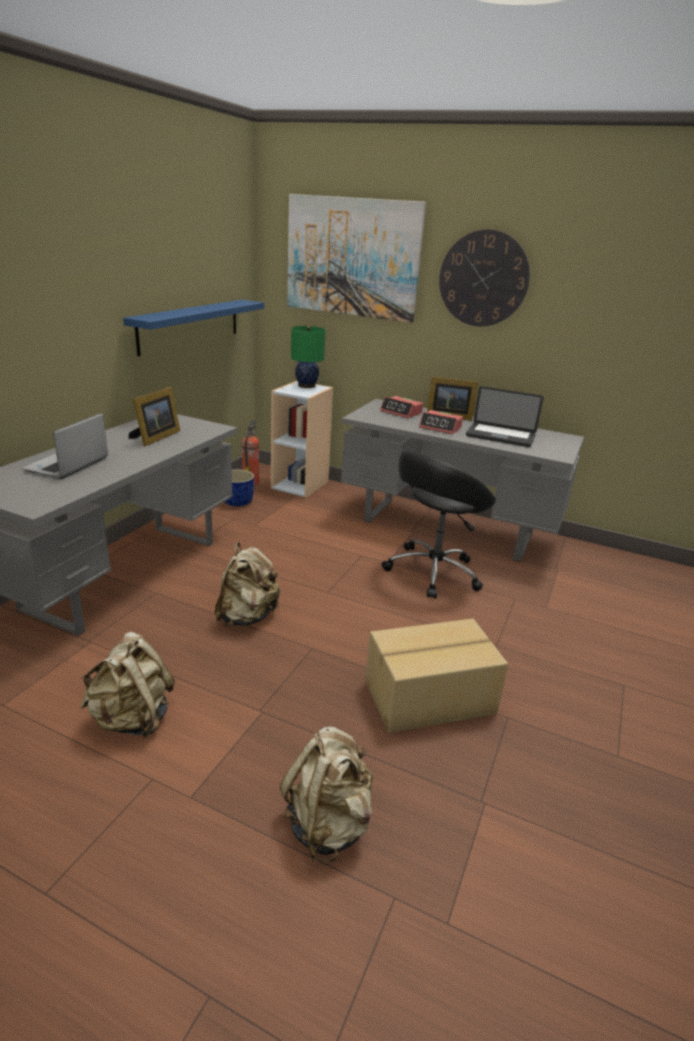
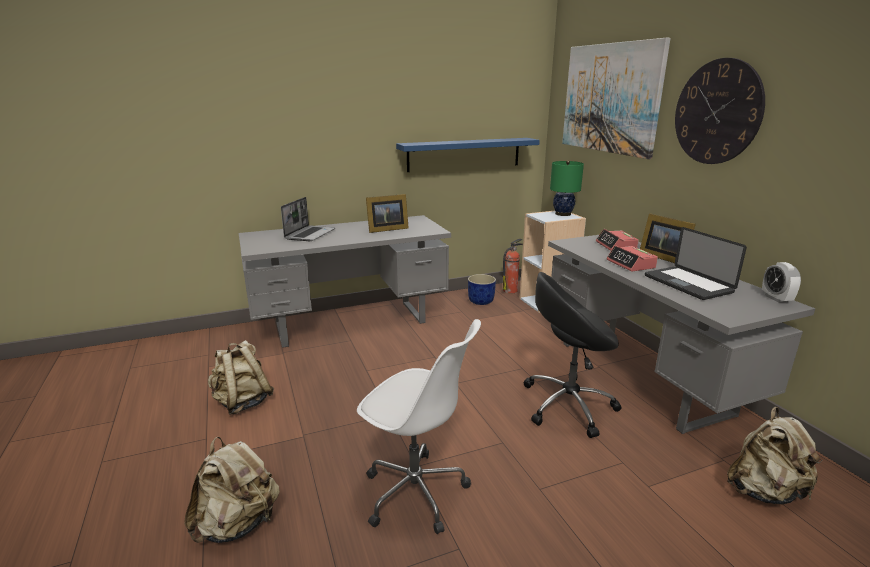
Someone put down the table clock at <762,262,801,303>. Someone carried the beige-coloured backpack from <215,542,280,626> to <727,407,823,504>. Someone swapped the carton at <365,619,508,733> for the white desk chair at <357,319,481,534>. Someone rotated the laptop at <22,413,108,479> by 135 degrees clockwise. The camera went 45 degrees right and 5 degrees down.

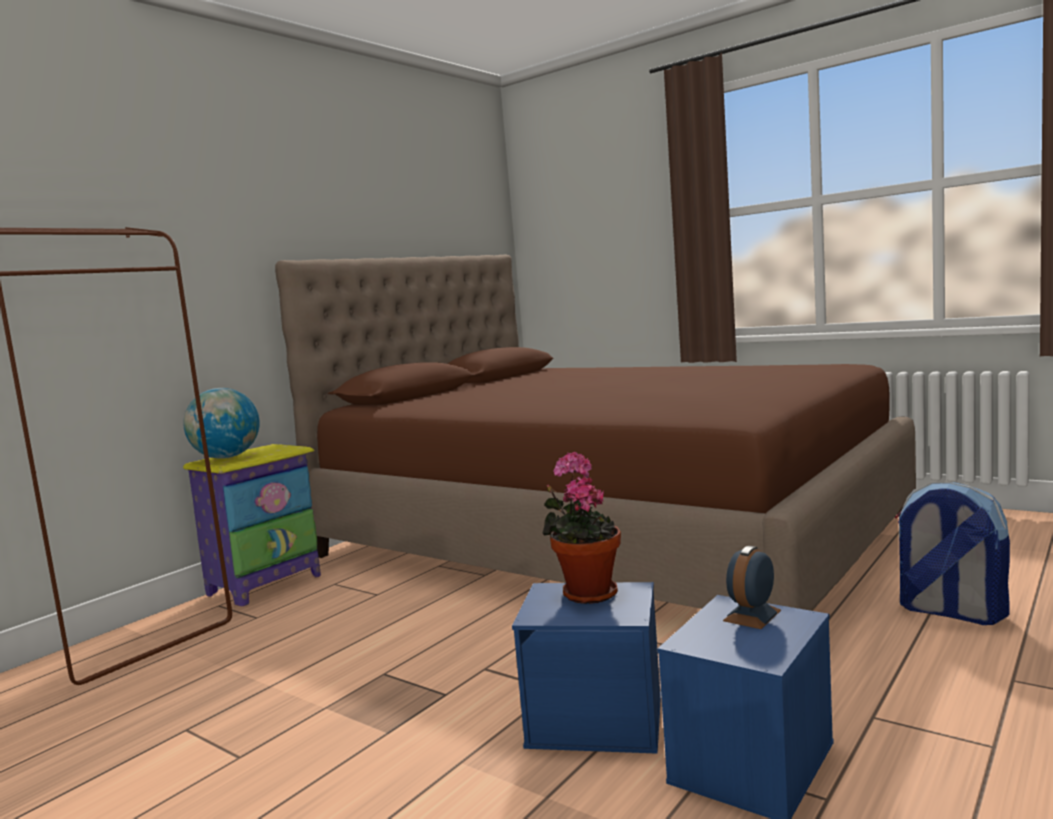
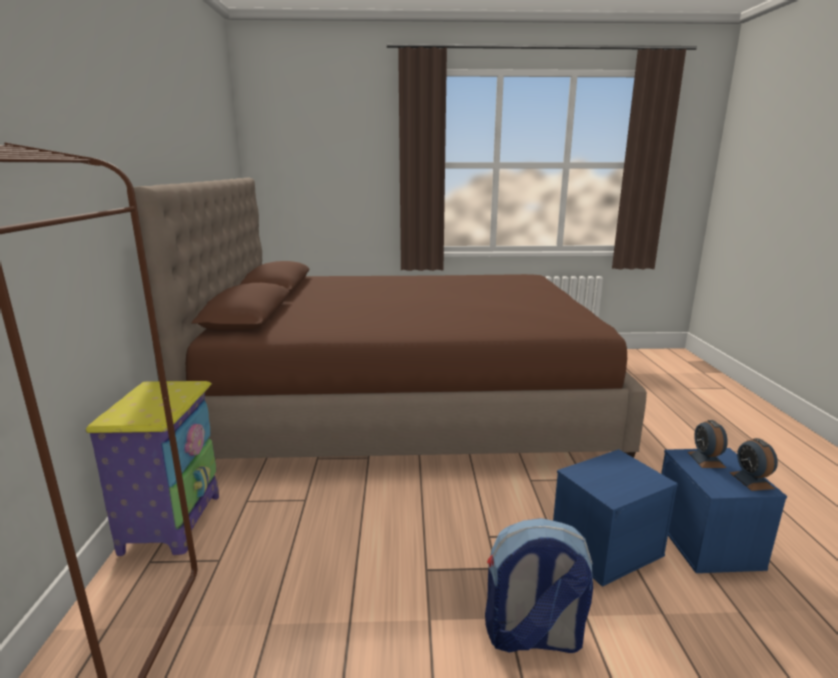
Someone took away the globe at <183,388,260,459>. Someone took away the houseplant at <542,452,621,604>. Someone put down the table clock at <730,438,778,491>. Someone carried the backpack from <895,482,1010,625> to <485,518,593,653>. The camera went 40 degrees left and 10 degrees up.

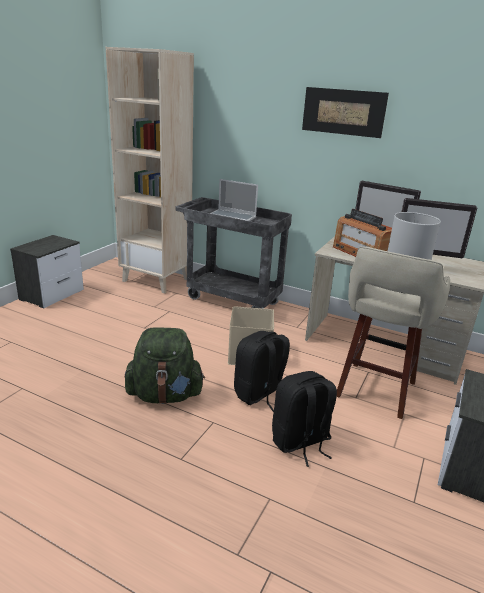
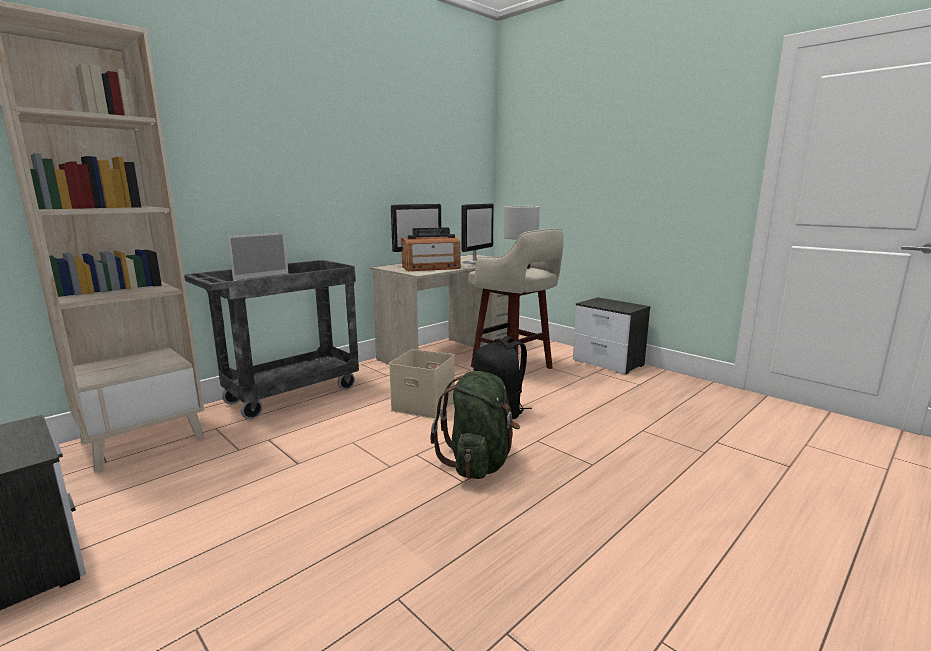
Someone took away the black-coloured backpack at <272,371,337,467>. Someone took away the wall art at <302,87,389,138>. The camera went 70 degrees left and 10 degrees down.

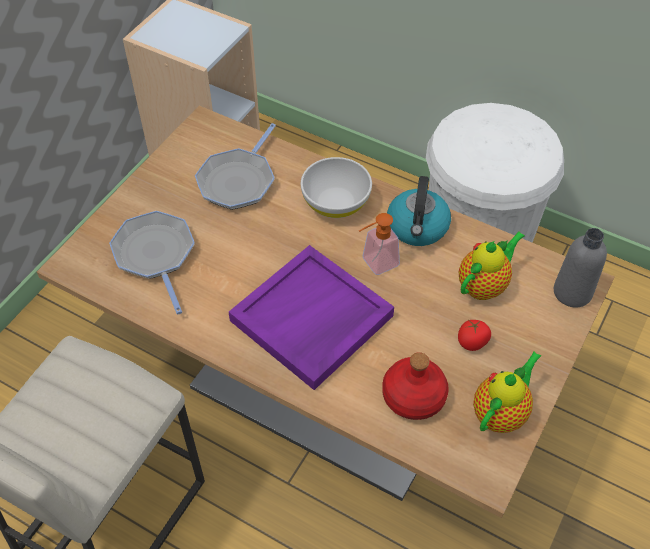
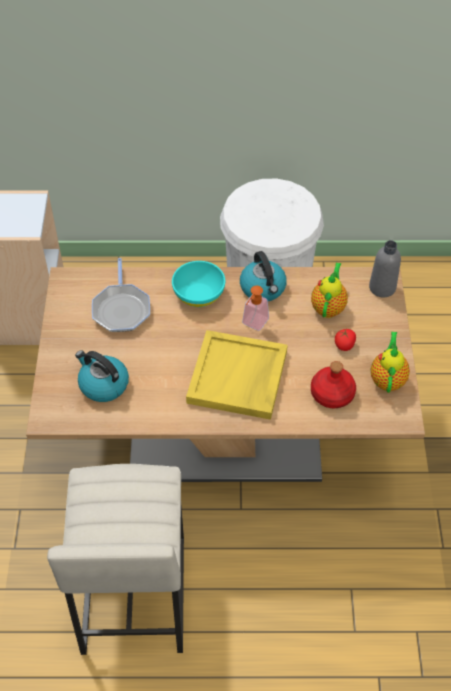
Someone swapped the pan at <109,211,195,314> for the water kettle at <75,350,129,402>. Someone repainted the purple tray at <229,245,394,390>, which became the yellow tray at <186,330,288,420>. Someone repainted the white serving bowl at <301,157,372,218>, which became the turquoise serving bowl at <172,261,225,307>. The camera went 30 degrees left and 0 degrees up.

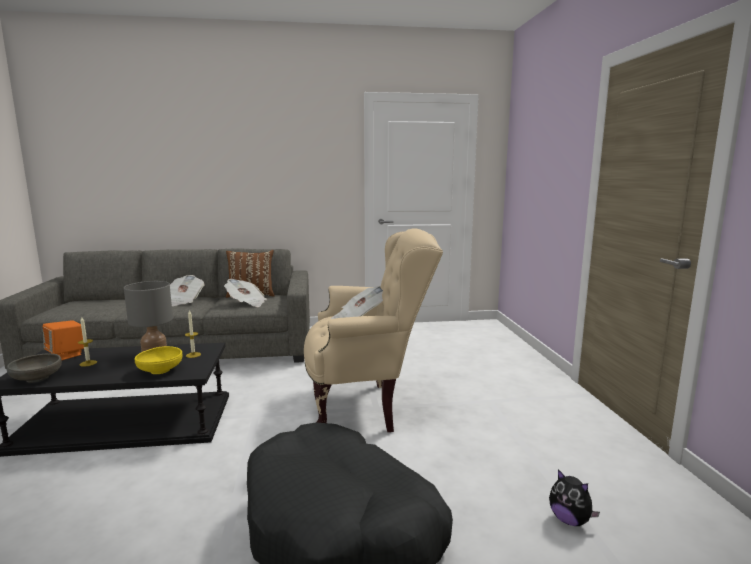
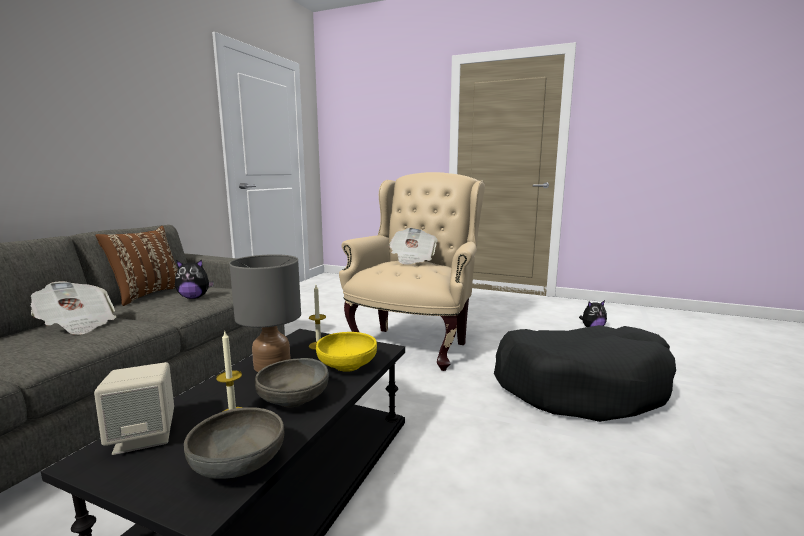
Someone put down the grey serving bowl at <255,358,329,407>. Someone swapped the newspaper at <224,279,267,307> for the cuddly toy at <175,259,214,299>. Someone repainted the orange-coloured speaker at <43,320,84,360>, which became the beige-coloured speaker at <94,362,174,455>. The camera went 60 degrees left and 0 degrees up.

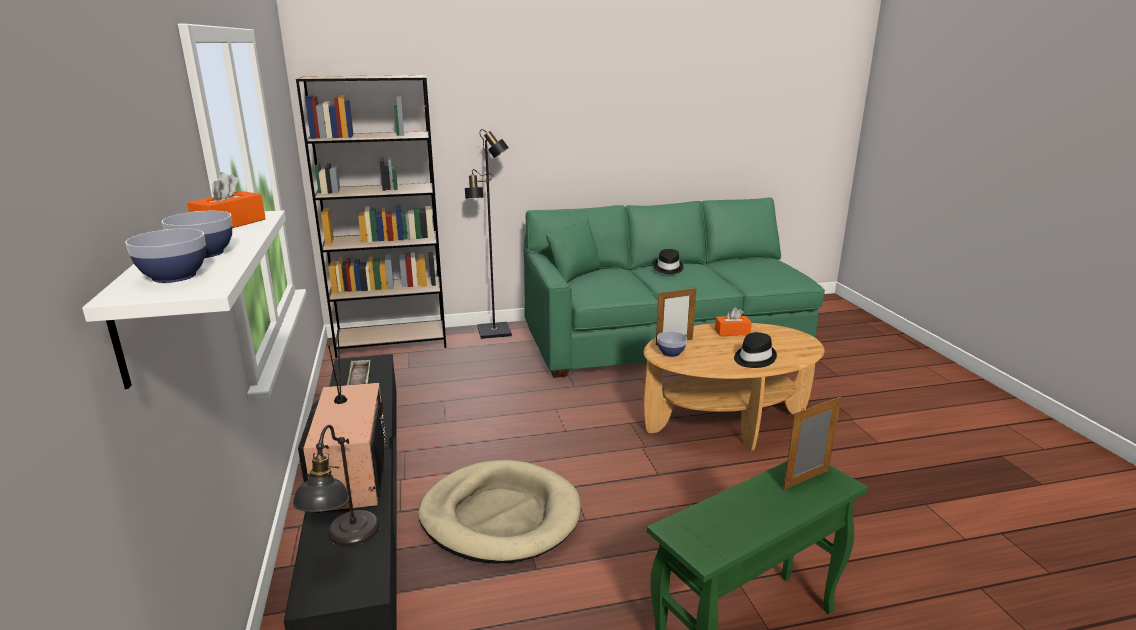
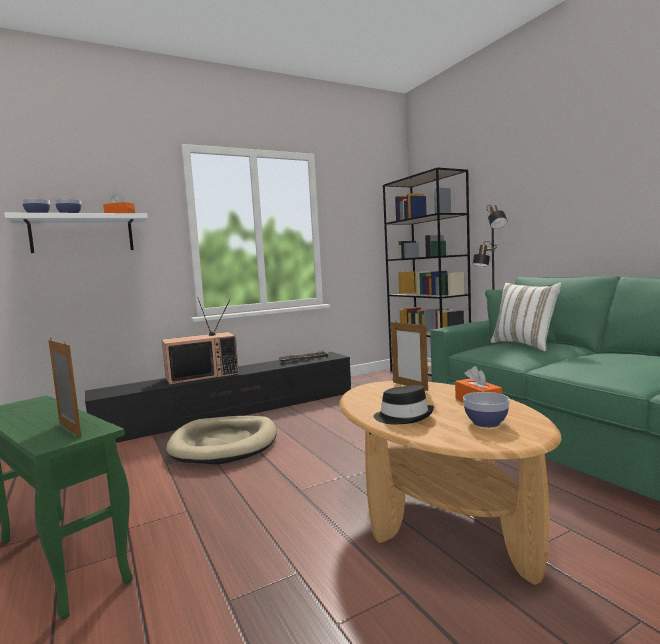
Someone took away the grey lamp for a table at <293,425,380,546>. Someone took away the black-coloured clothing hat at <654,249,683,274>. Someone put down the white throw pillow at <490,283,562,351>. Someone carried the serving bowl from <657,331,687,357> to <463,392,509,428>. The camera went 75 degrees right and 15 degrees down.

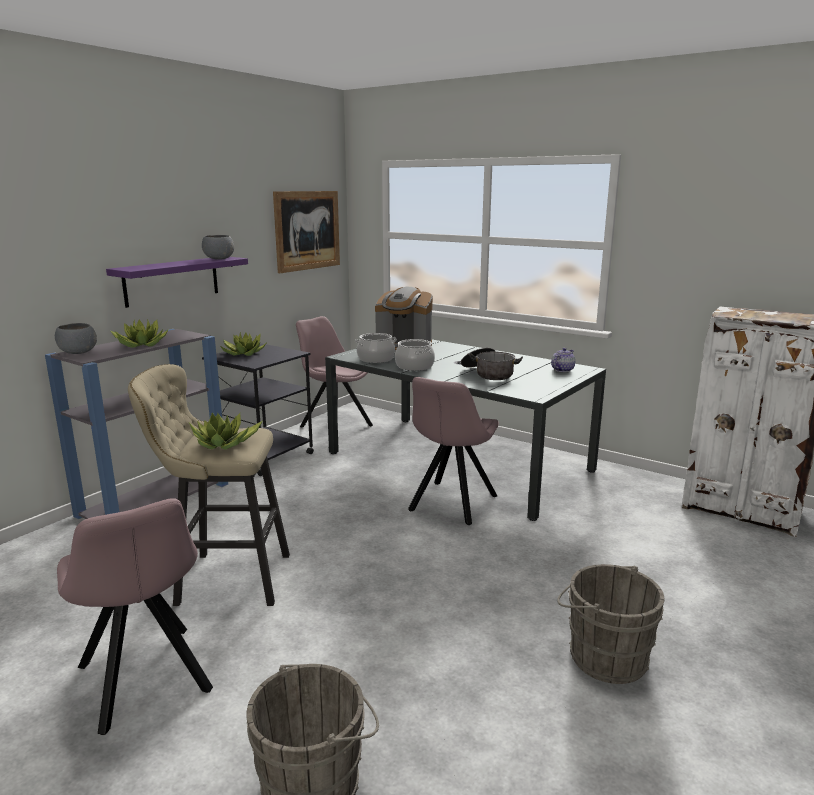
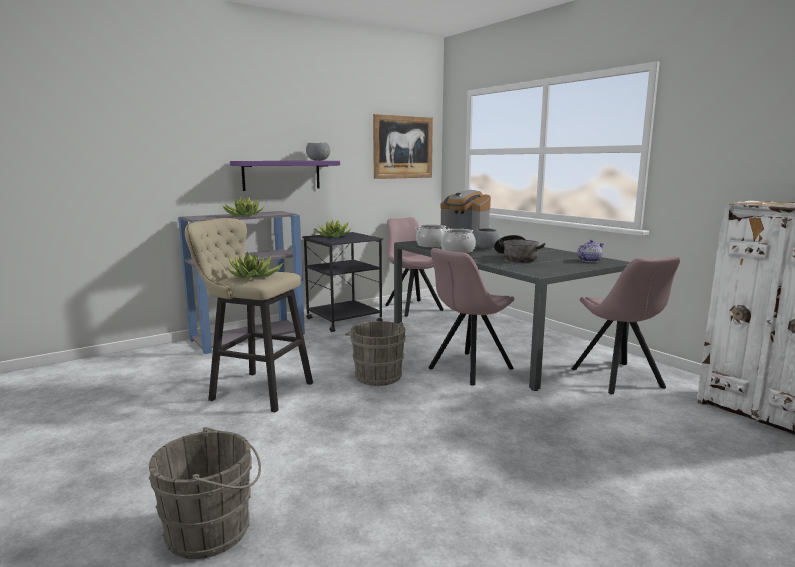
Someone carried the grey serving bowl from <55,323,97,354> to <474,228,500,249>. Someone carried the pinkish chair from <57,498,213,735> to <572,256,680,394>. Someone carried the grey bucket from <557,564,664,684> to <345,321,406,386>. The camera went 20 degrees right and 5 degrees down.

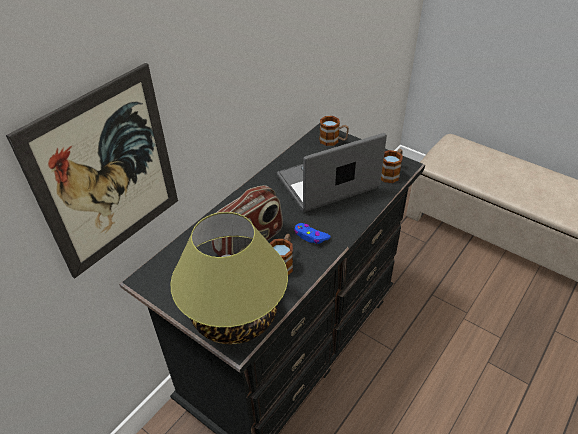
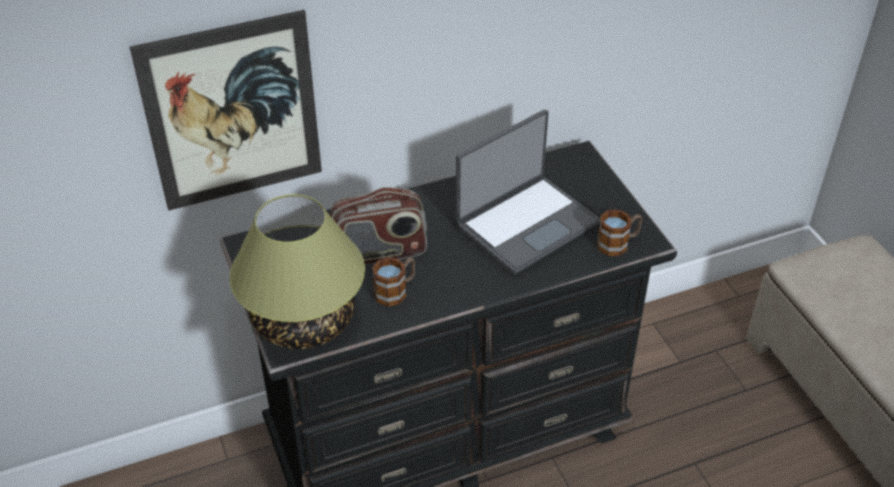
Someone took away the bluish game controller at <294,223,331,244>. Someone took away the tea mug at <319,116,349,146>. Someone rotated the laptop at <277,133,387,212> by 135 degrees clockwise. The camera went 30 degrees right and 0 degrees up.

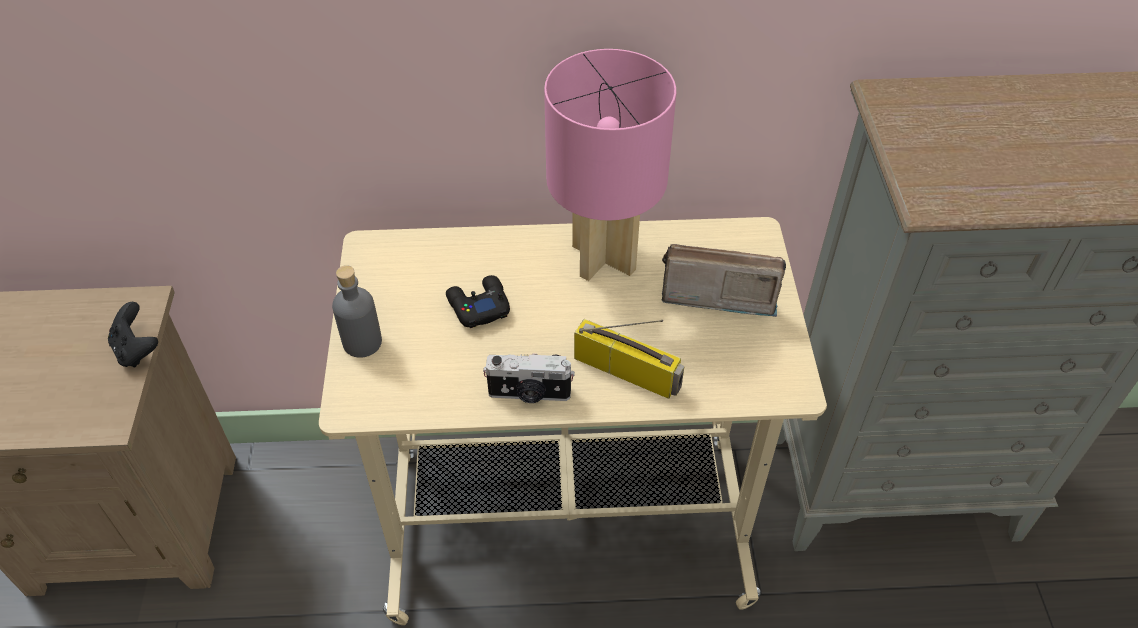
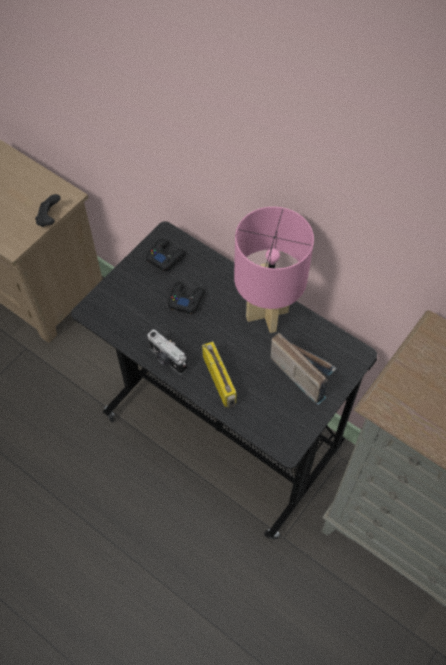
Someone took away the grey bottle at <332,265,382,358>. Someone put down the black-coloured game controller at <146,239,186,271>. Someone repainted the beige-coloured desk unit at <319,217,827,625>, which became the black-coloured desk unit at <71,221,377,539>. The camera went 40 degrees right and 10 degrees up.

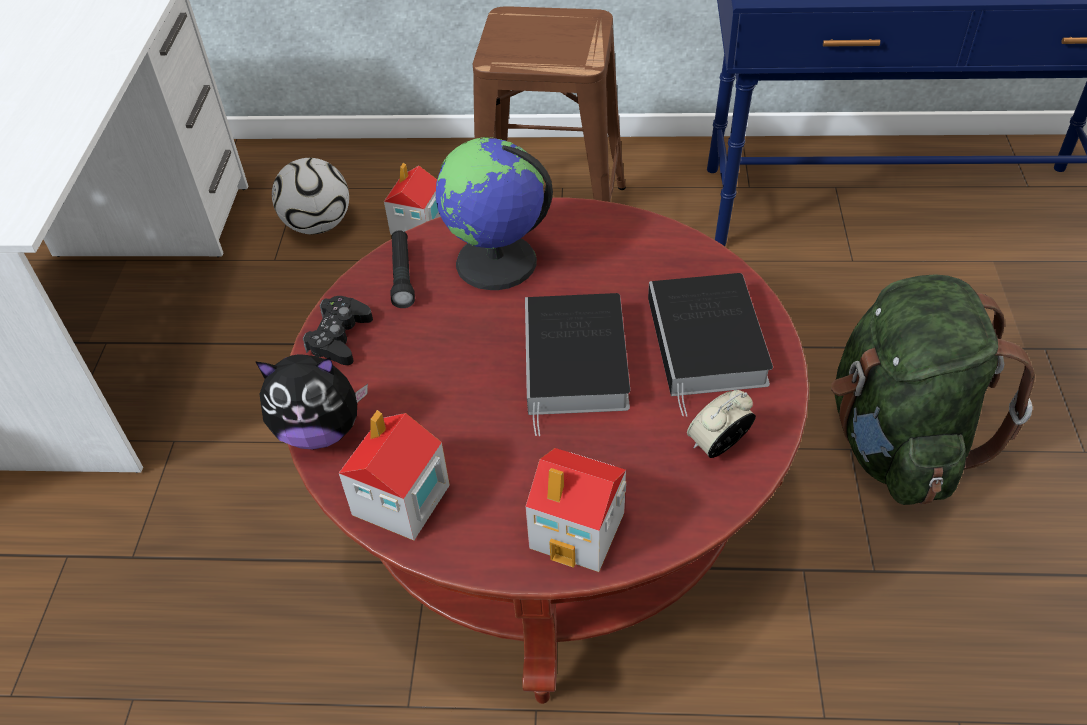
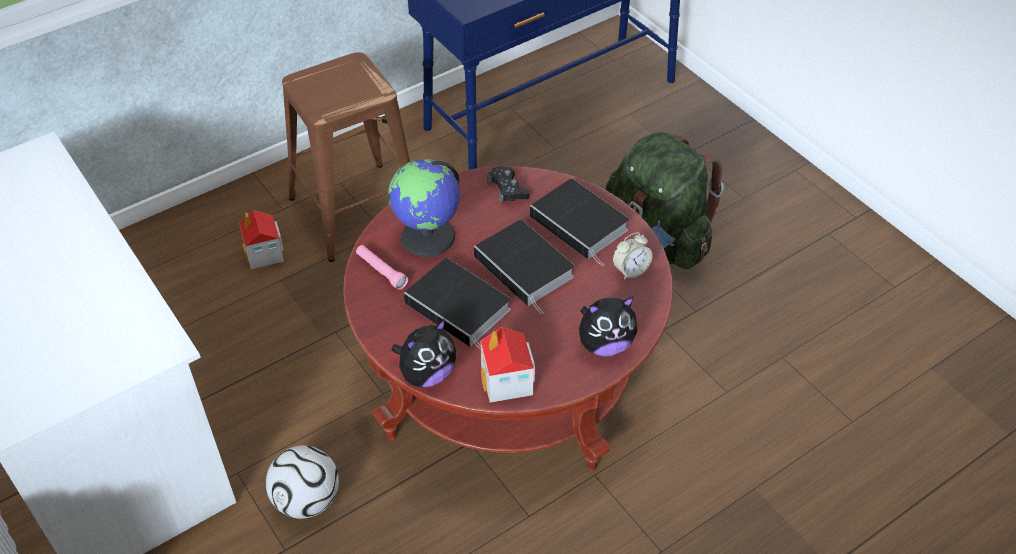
Someone put down the bound book at <404,258,511,349>. Someone carried the football from <272,158,349,234> to <266,445,339,519>. Someone carried the black-coloured game controller from <303,296,373,365> to <487,166,530,204>. Someone swapped the toy house at <525,448,626,572> for the cuddly toy at <579,296,637,357>. Someone repainted the black-coloured hand torch at <391,230,415,308>, which became the pinkish hand torch at <356,245,408,290>. Someone rotated the table clock at <687,390,756,458> by 135 degrees counterclockwise. The camera went 40 degrees left and 0 degrees up.

